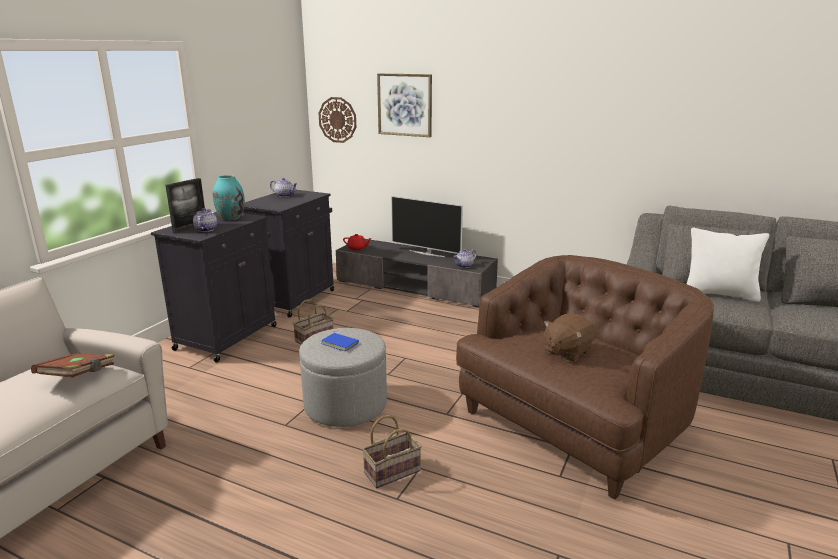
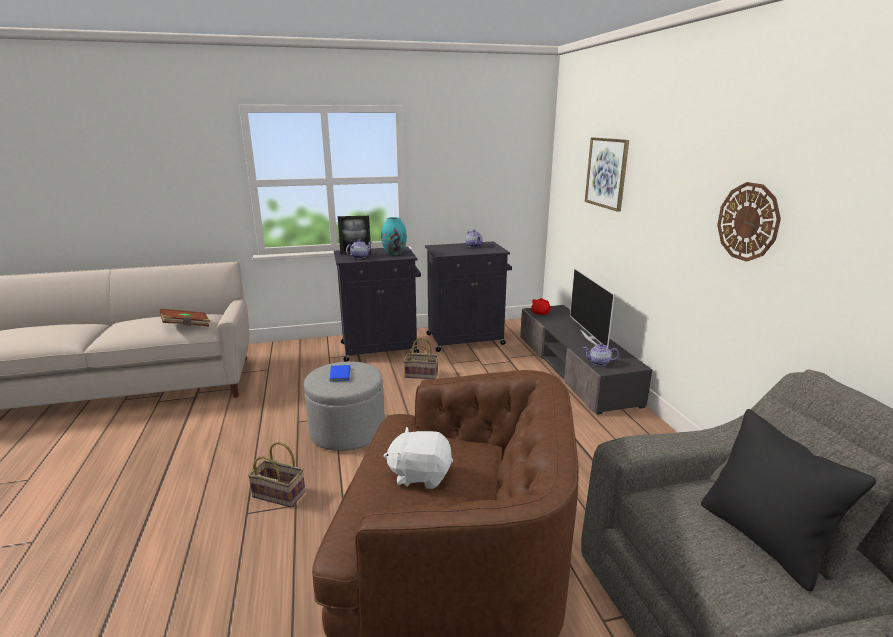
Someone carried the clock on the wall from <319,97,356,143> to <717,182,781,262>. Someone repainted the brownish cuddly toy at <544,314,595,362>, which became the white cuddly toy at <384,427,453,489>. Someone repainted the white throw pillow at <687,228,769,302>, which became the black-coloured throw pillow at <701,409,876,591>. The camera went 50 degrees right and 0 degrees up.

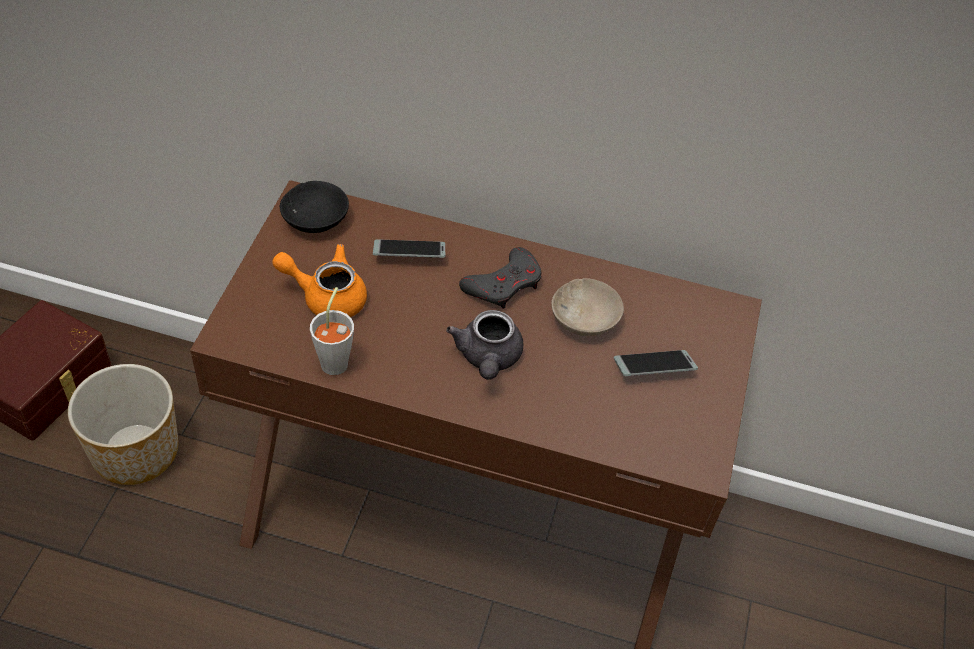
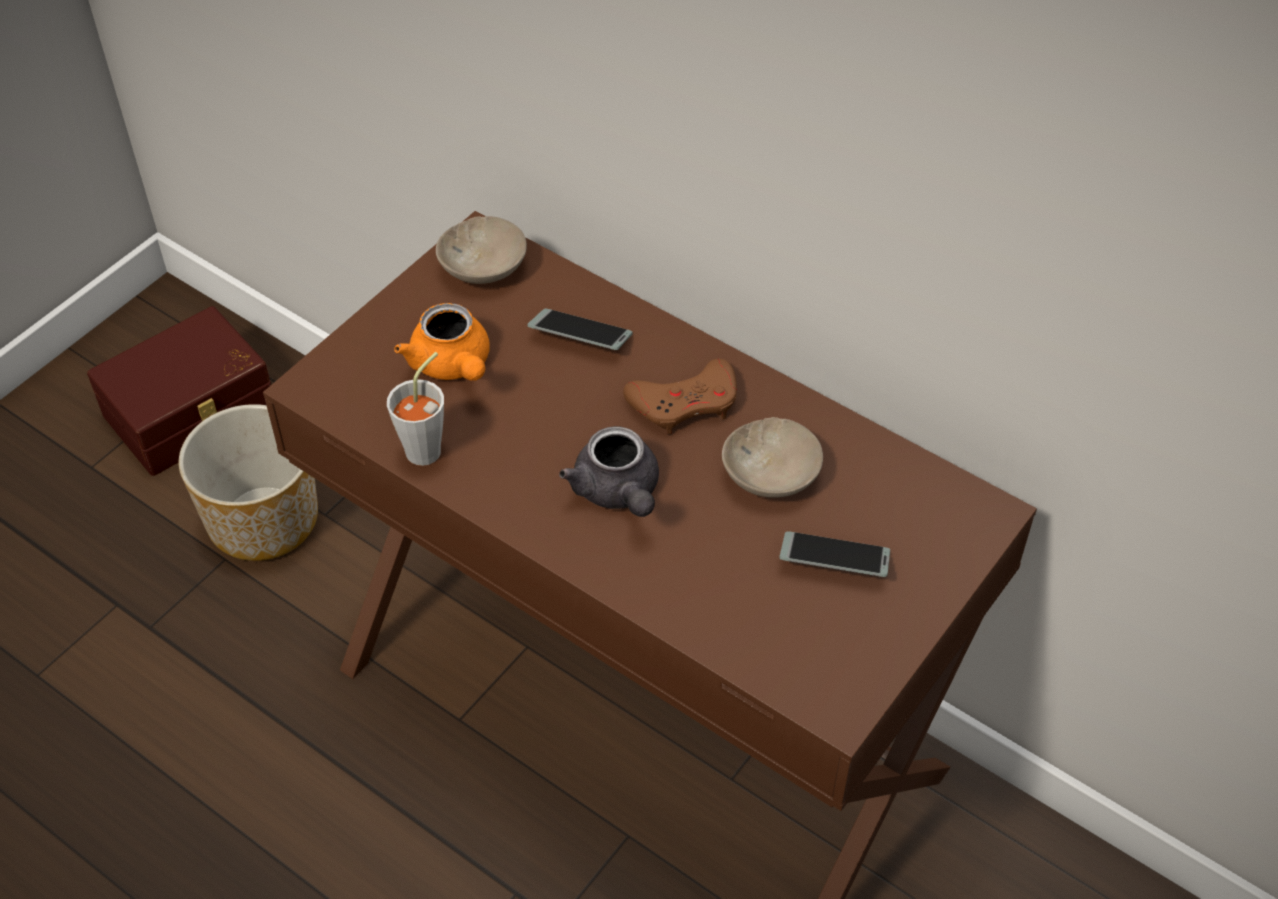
Someone repainted the black-coloured serving bowl at <280,181,349,233>, which became the beige-coloured serving bowl at <436,216,527,284>. Someone repainted the grey game controller at <459,247,542,309>, which became the brownish game controller at <623,359,737,434>. Someone rotated the orange-coloured teapot at <273,244,367,317> by 150 degrees counterclockwise. Someone rotated the grey teapot at <446,310,523,380> by 45 degrees counterclockwise. The camera went 25 degrees right and 0 degrees up.

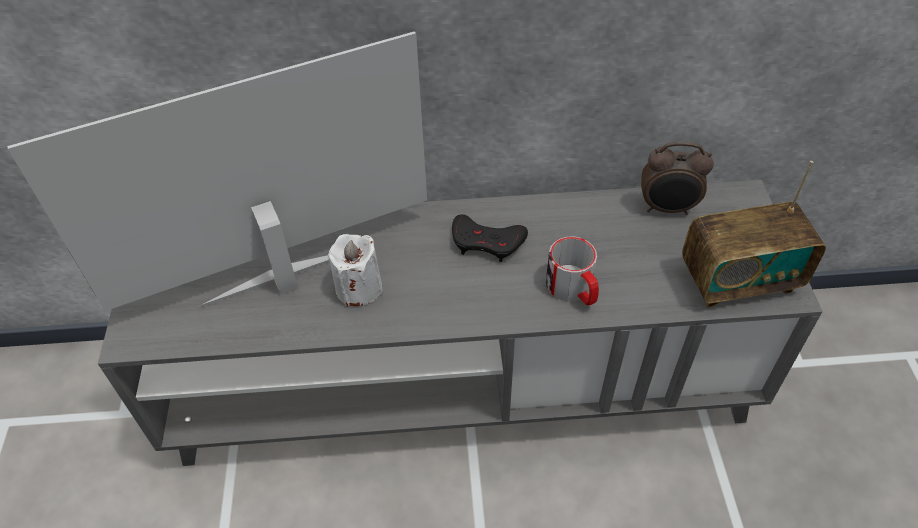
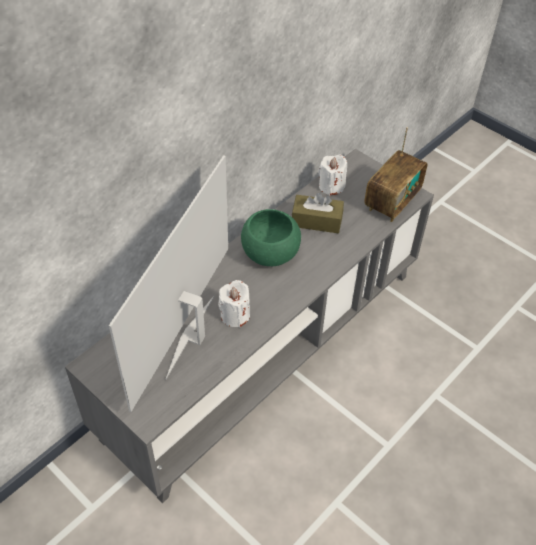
Someone took away the tea mug at <546,237,599,305>. Someone put down the brownish box of tissues at <292,193,344,234>. Someone swapped the black-coloured game controller at <452,214,528,262> for the green-coloured serving bowl at <241,209,301,266>. Someone swapped the table clock at <641,142,714,215> for the white wax light at <318,155,347,196>. The camera went 45 degrees left and 0 degrees up.

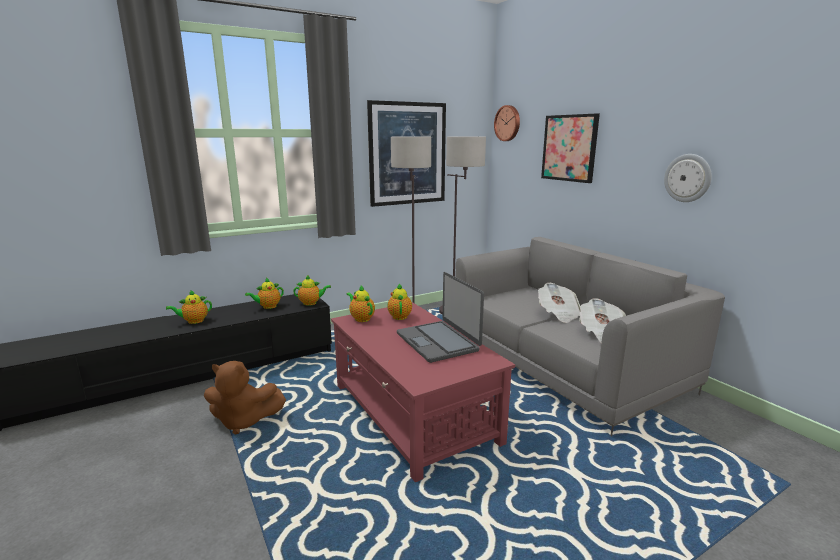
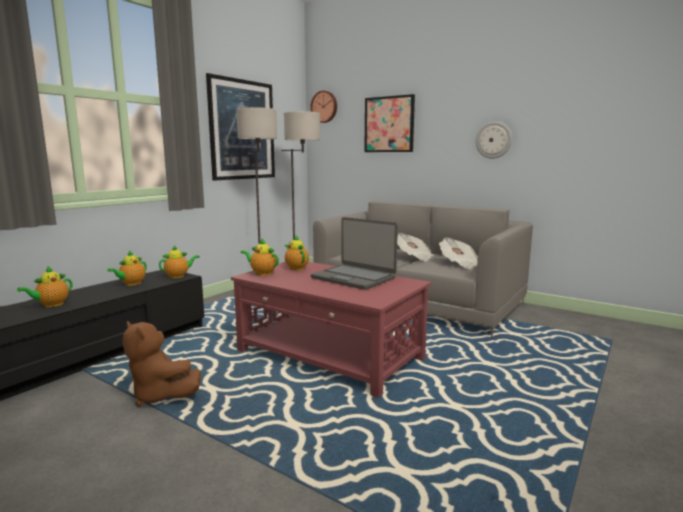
Someone rotated the brownish cuddly toy at <204,361,286,434> by 60 degrees clockwise. The camera went 25 degrees left and 5 degrees down.

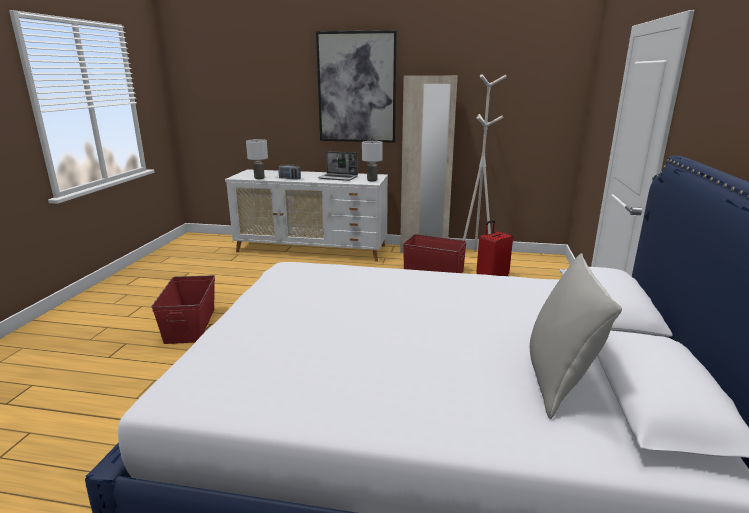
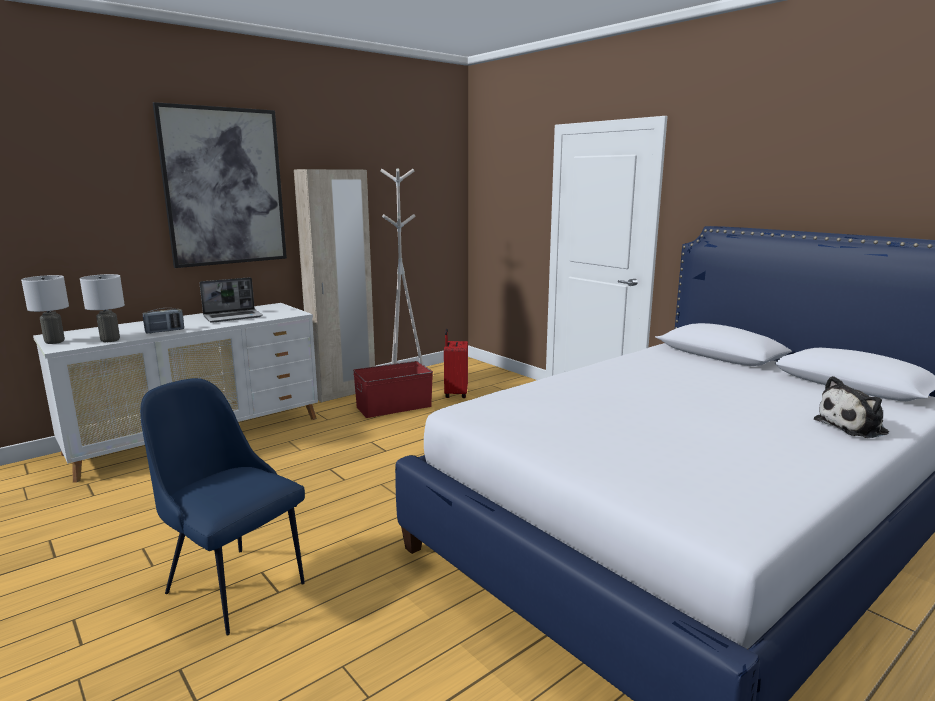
Someone took away the grey throw pillow at <530,253,622,419>. Someone put down the cuddly toy at <814,376,889,438>. Someone carried the white lamp for a table from <362,141,383,181> to <21,275,69,344>. Someone swapped the red-coloured storage container at <151,275,215,344> for the bluish chair at <140,378,305,635>. The camera went 50 degrees left and 5 degrees down.

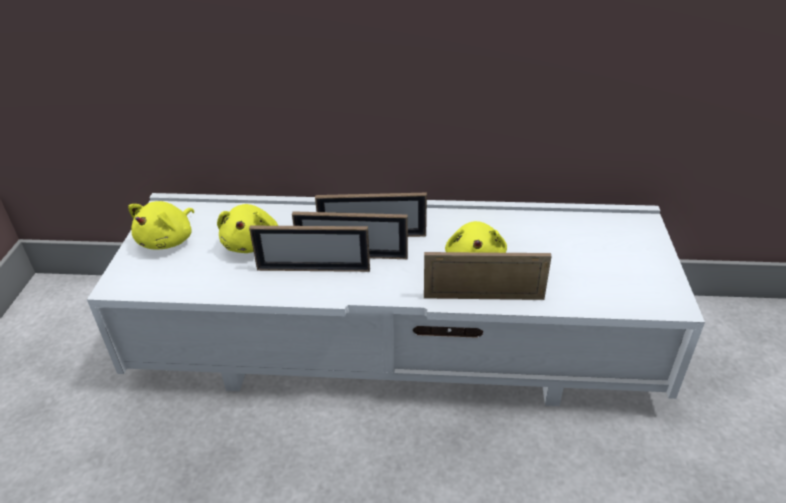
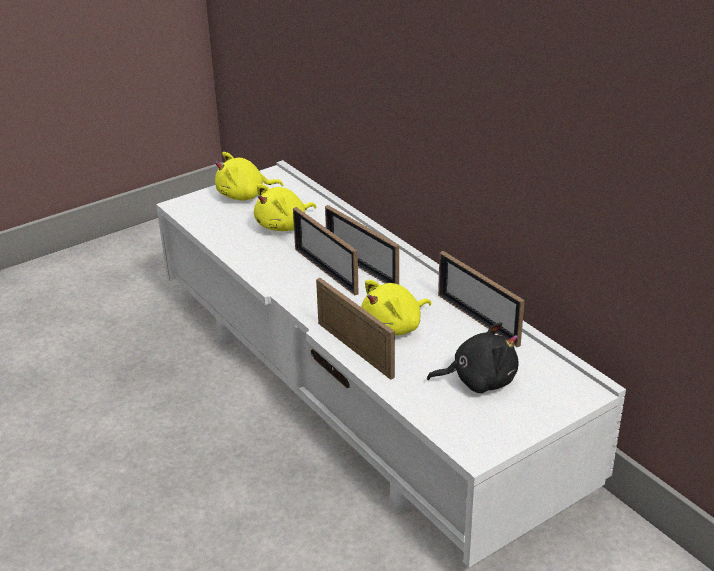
Someone put down the black-coloured cuddly toy at <427,322,519,393>. Someone carried the picture frame from <249,226,370,272> to <438,251,525,348>. The camera went 50 degrees right and 5 degrees down.

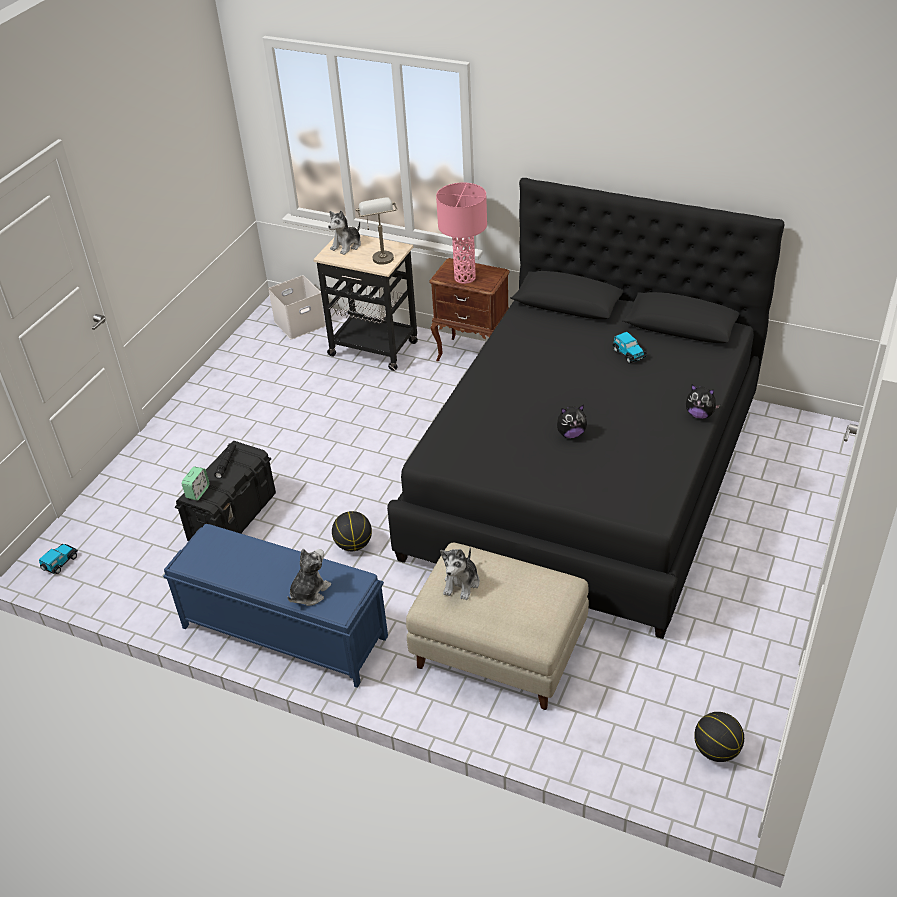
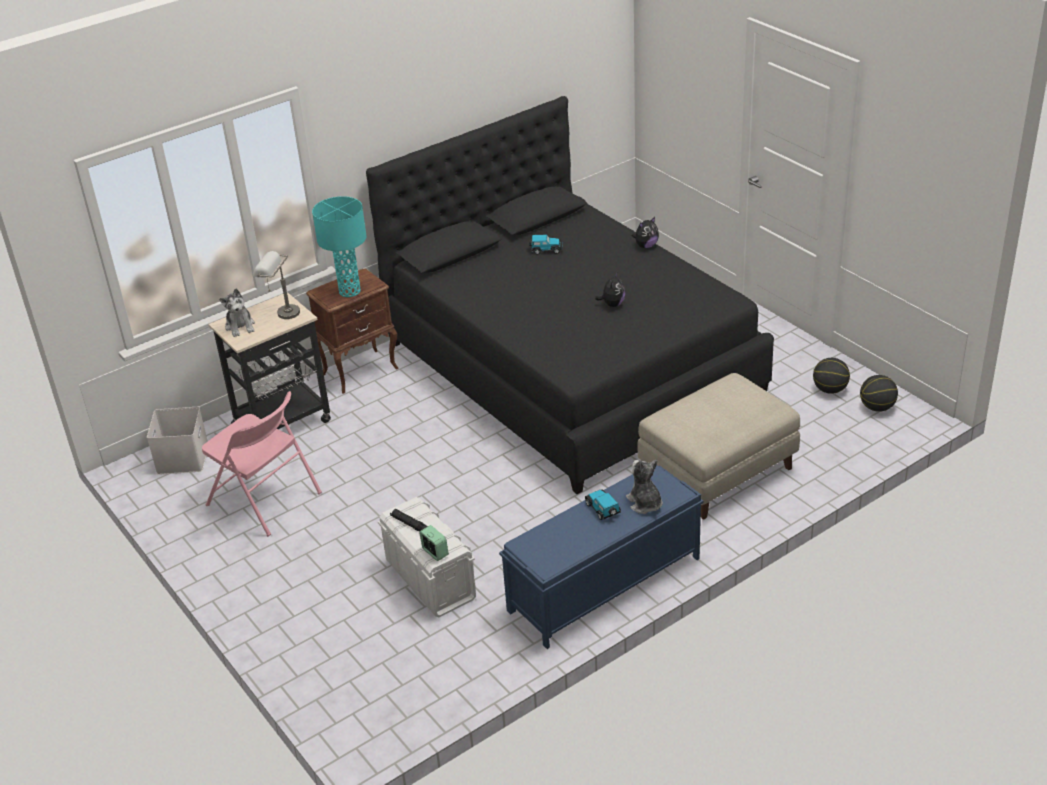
Someone took away the cuddly toy at <440,548,480,600>. Someone put down the pinkish chair at <202,391,322,537>. Someone carried the toy car from <39,544,78,574> to <585,489,621,520>. Someone carried the basketball ball from <332,511,372,551> to <813,358,850,394>. Someone repainted the black-coloured storage container at <175,441,276,542>, which became the white storage container at <378,497,476,617>. Someone repainted the pinkish lamp for a table at <436,183,487,284>, which became the turquoise lamp for a table at <312,196,367,297>. The camera went 60 degrees left and 5 degrees down.

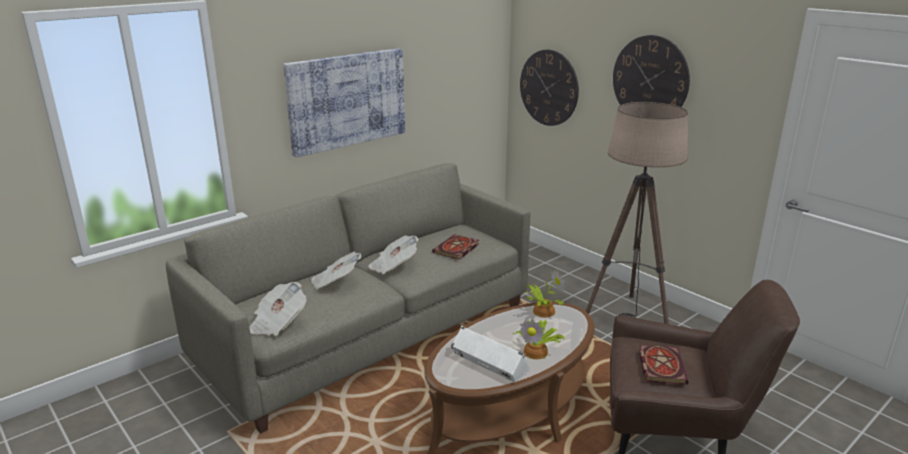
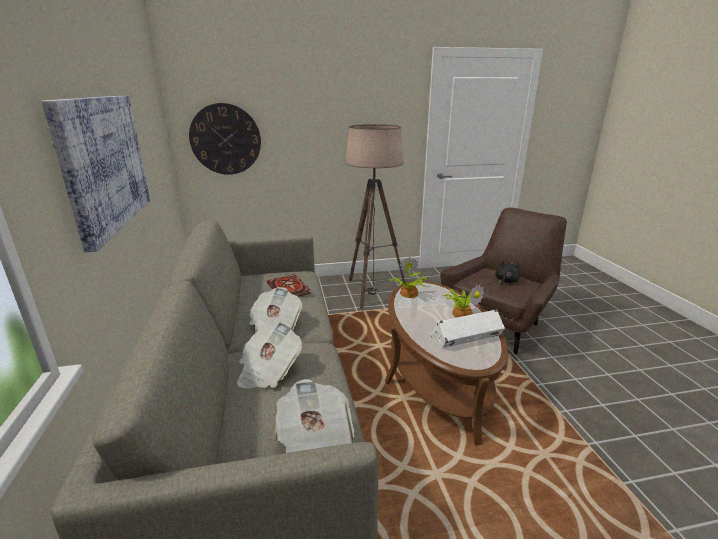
Someone took away the clock on the wall at <613,35,690,107>. Someone swapped the bound book at <639,345,689,385> for the black-coloured cuddly toy at <495,260,520,286>. The camera went 60 degrees left and 0 degrees up.

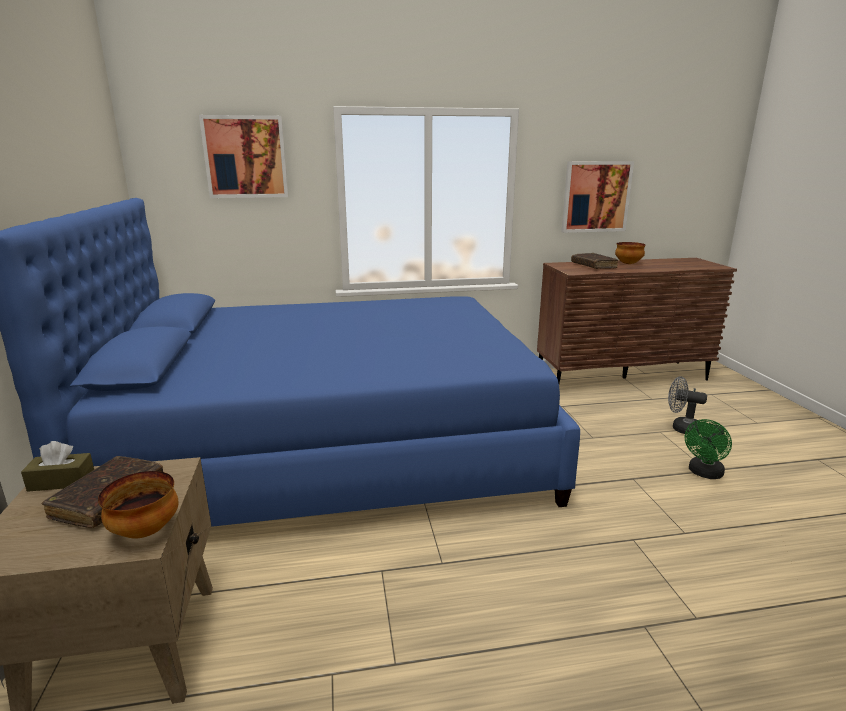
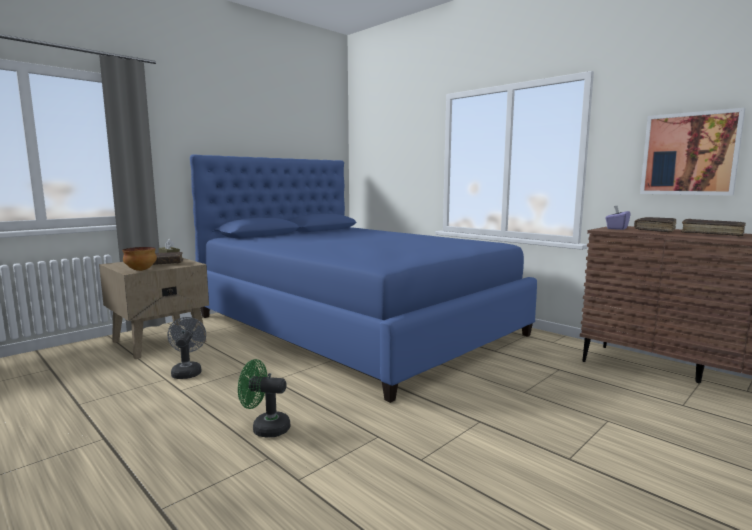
Someone took away the wall art at <199,115,288,198>. Someone put down the purple box of tissues at <606,206,631,230>. Someone carried the grey cooling fan from <668,376,707,435> to <167,317,206,379>. Someone carried the green-coloured cooling fan from <684,419,732,479> to <238,359,290,437>. Someone swapped the serving bowl at <615,242,646,264> for the brownish bound book at <681,219,746,236>. The camera went 55 degrees right and 10 degrees down.

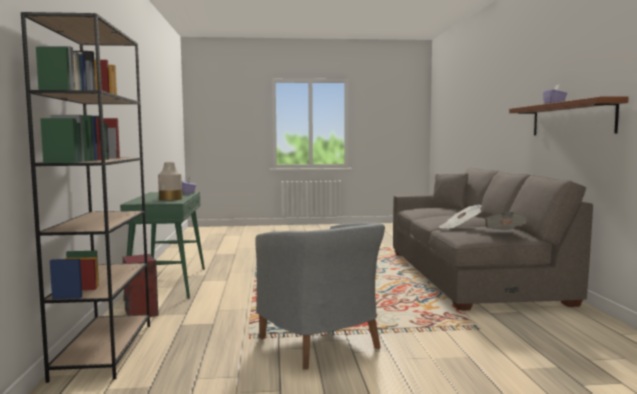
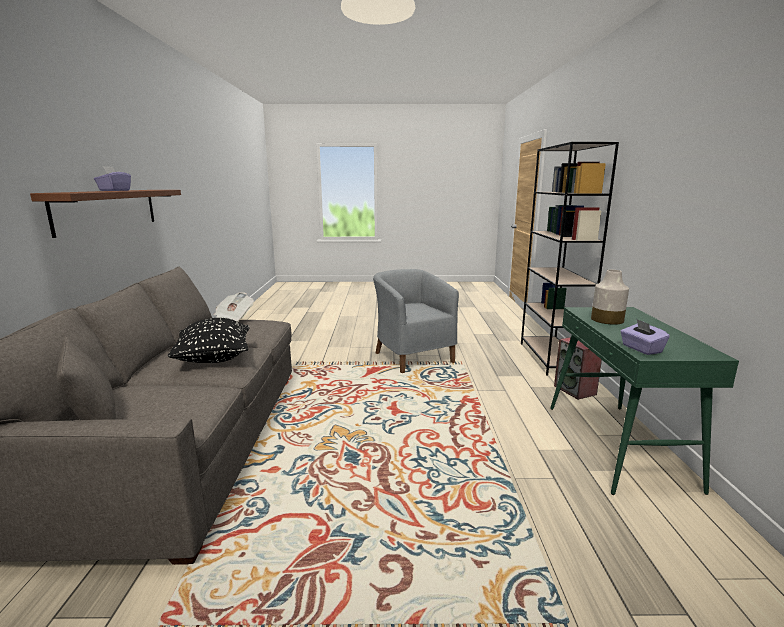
Someone took away the newspaper at <439,205,482,229>. Someone put down the black-coloured throw pillow at <168,318,249,363>. The camera went 175 degrees left and 10 degrees up.

